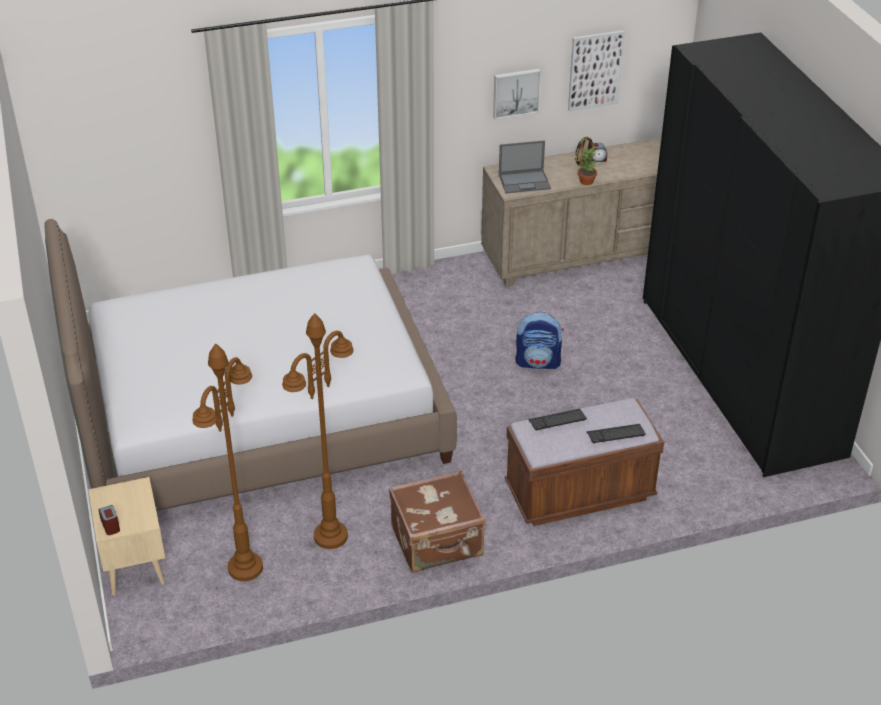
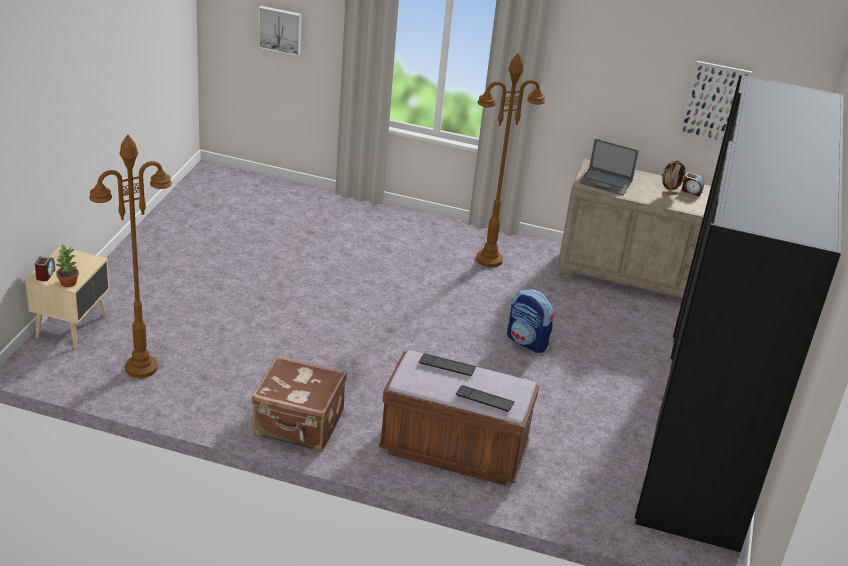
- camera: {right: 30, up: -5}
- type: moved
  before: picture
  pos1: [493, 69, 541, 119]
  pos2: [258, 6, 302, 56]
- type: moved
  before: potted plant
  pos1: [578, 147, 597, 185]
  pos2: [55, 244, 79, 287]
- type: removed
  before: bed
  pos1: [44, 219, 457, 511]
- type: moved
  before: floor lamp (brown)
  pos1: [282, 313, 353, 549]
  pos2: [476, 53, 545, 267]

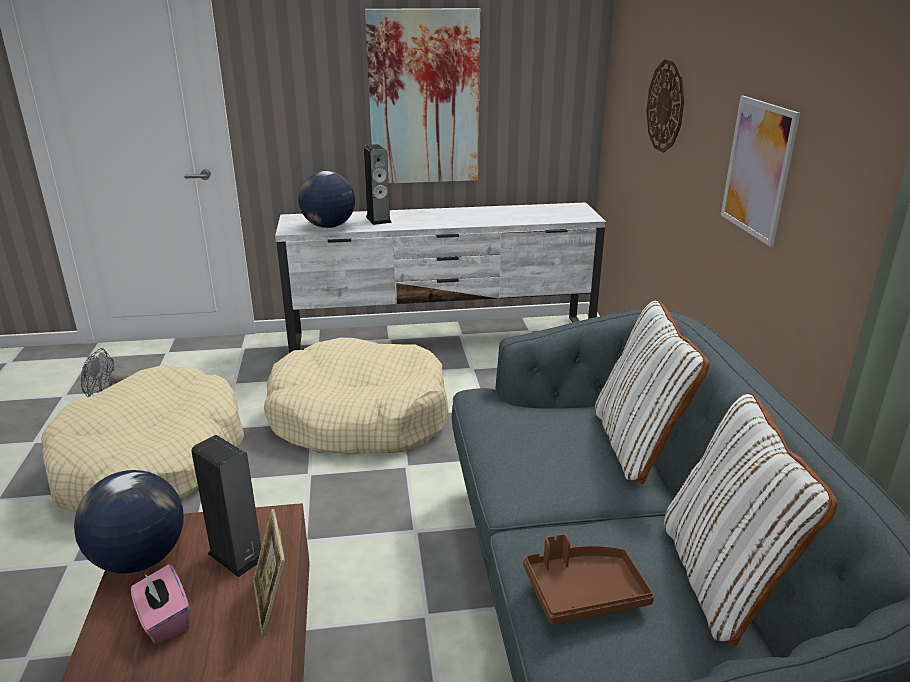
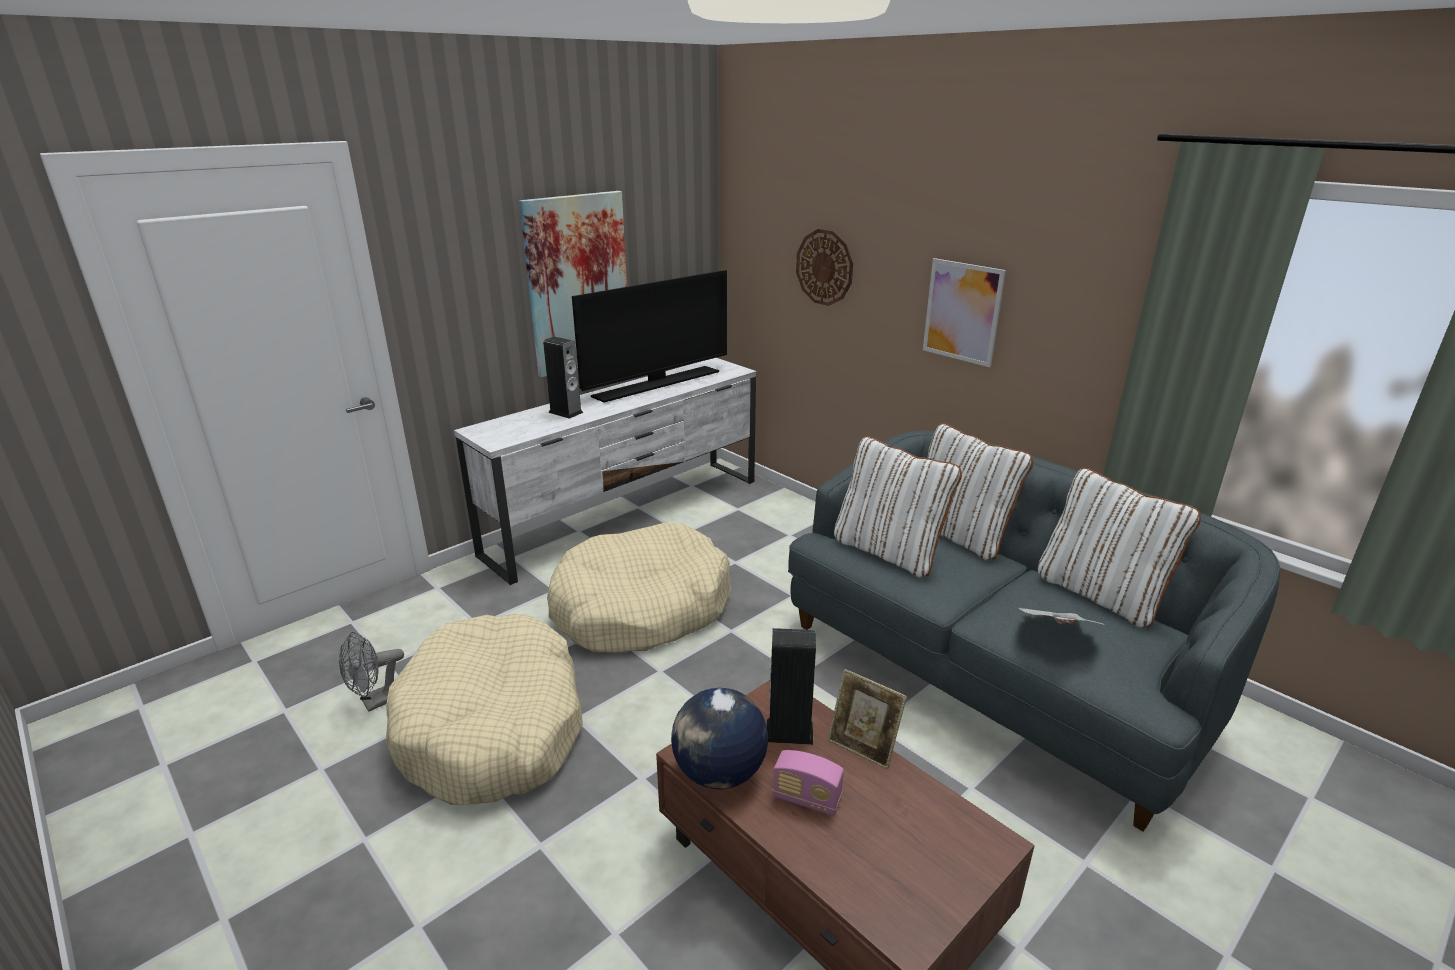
- camera: {right: -35, up: 0}
- type: removed
  before: globe
  pos1: [298, 171, 355, 228]
- type: replaced
  before: tray (brown)
  after: newspaper
  pos1: [523, 533, 654, 625]
  pos2: [1019, 608, 1108, 626]
- type: replaced
  before: tissue box (pink)
  after: radio
  pos1: [131, 564, 190, 643]
  pos2: [772, 750, 844, 816]
- type: added
  after: television
  pos2: [572, 270, 727, 403]
- type: added
  after: pillow (white)
  pos2: [834, 436, 962, 577]

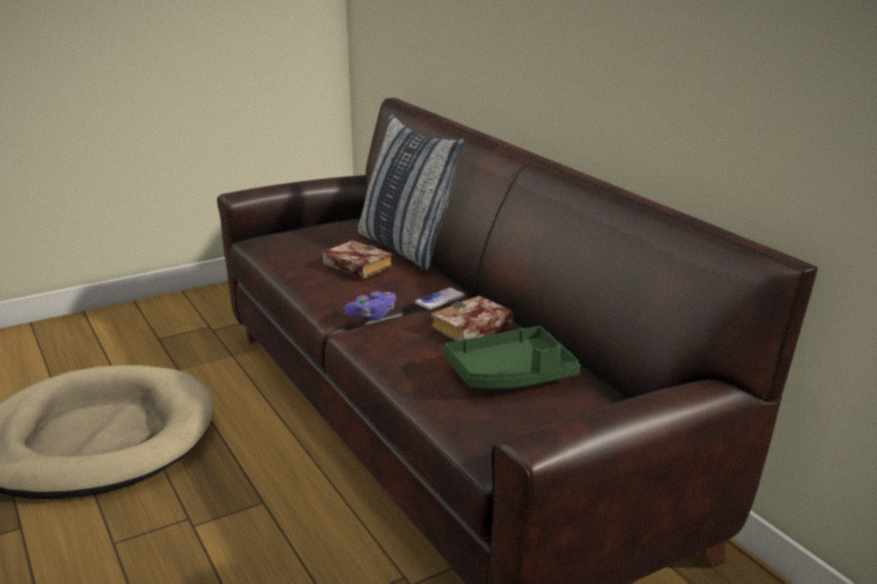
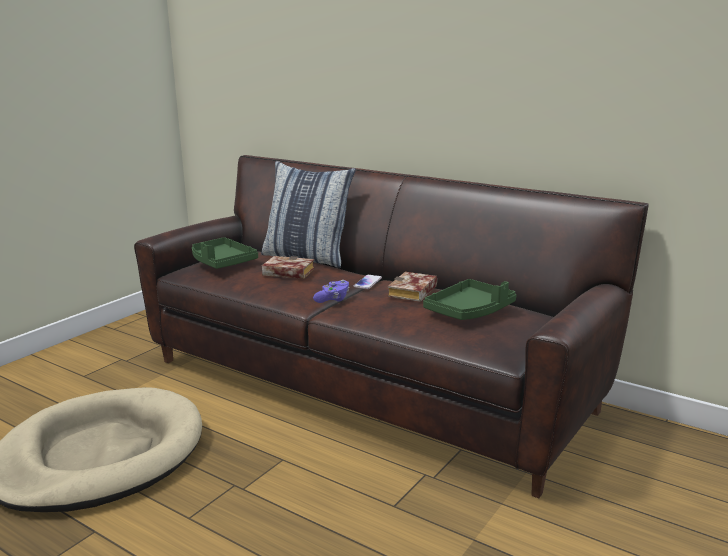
- camera: {right: -25, up: -5}
- type: added
  after: tray (green)
  pos2: [192, 237, 258, 269]

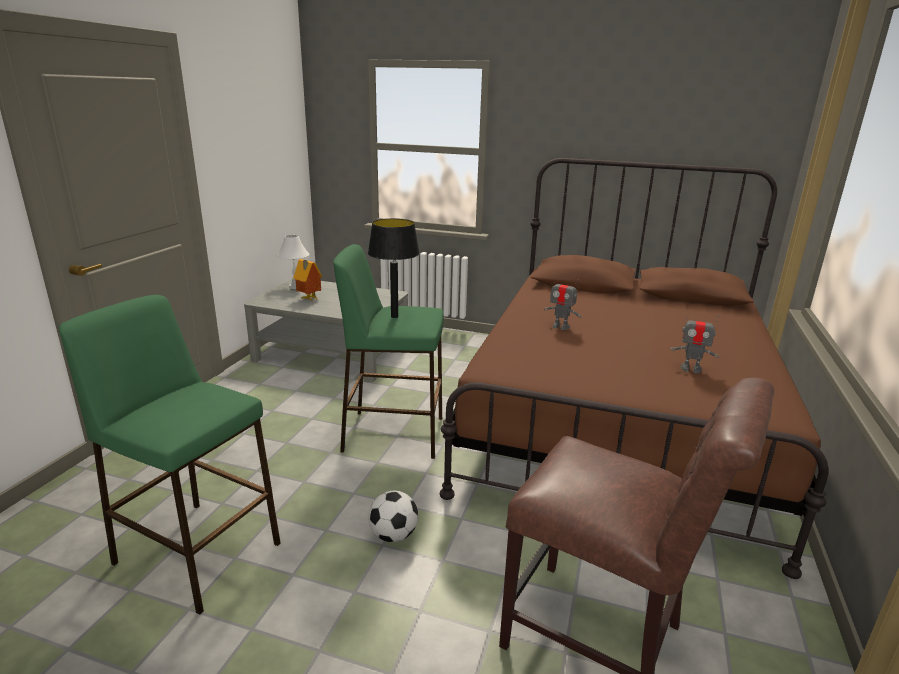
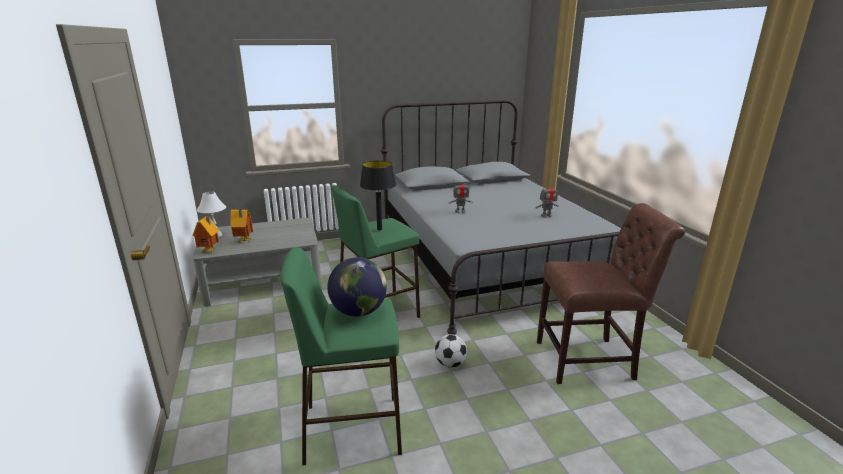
- camera: {right: -35, up: 0}
- type: recoloured
  before: bed (brown)
  after: bed (grey)
  pos1: [440, 158, 828, 579]
  pos2: [381, 100, 621, 335]
- type: added
  after: toy house
  pos2: [192, 216, 219, 253]
- type: added
  after: globe
  pos2: [327, 257, 387, 317]

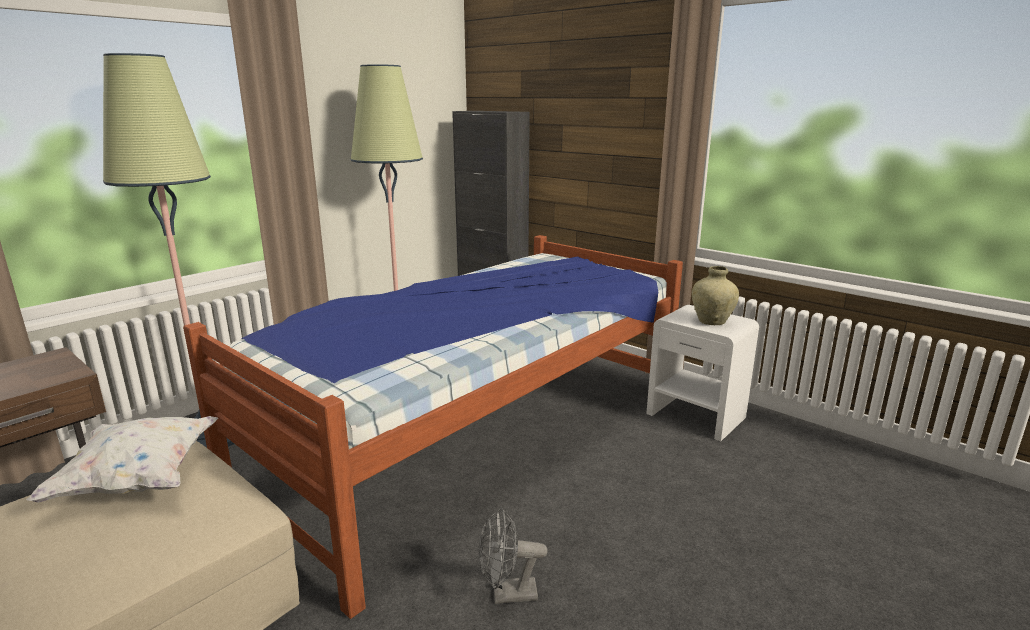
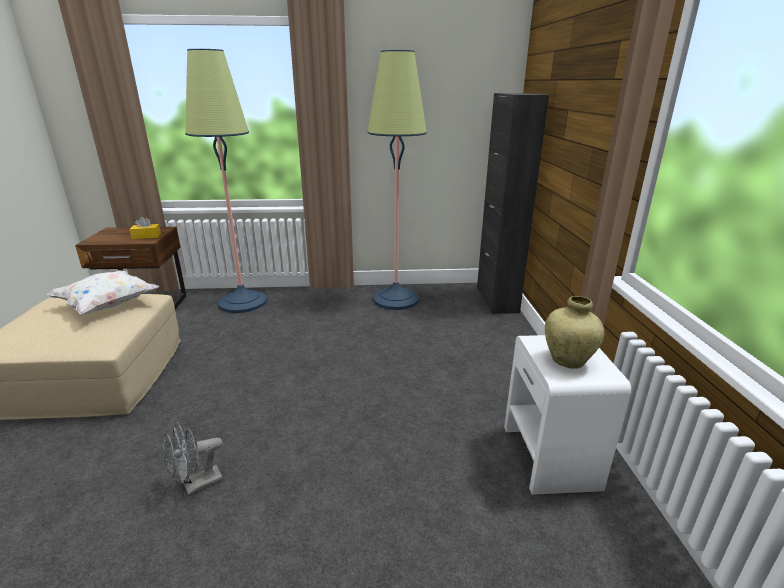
- camera: {right: 45, up: 5}
- type: removed
  before: bed
  pos1: [183, 235, 683, 619]
- type: turned
  before: fan (grey)
  pos1: [479, 508, 548, 604]
  pos2: [163, 422, 223, 496]
  turn: -75
- type: added
  after: tissue box (yellow)
  pos2: [129, 217, 161, 239]

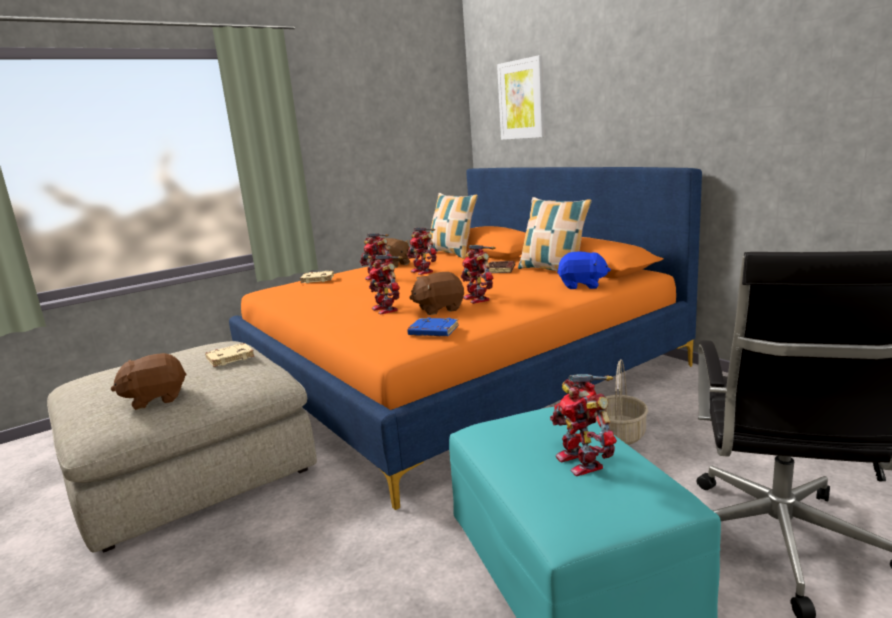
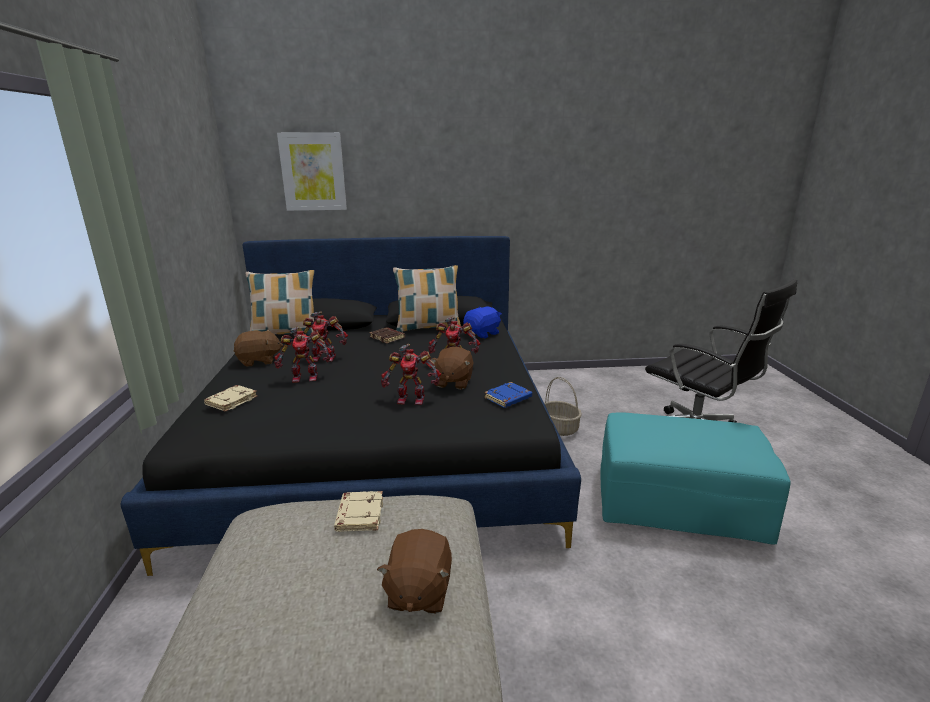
- camera: {right: -60, up: 5}
- type: recoloured
  before: bed (orange)
  after: bed (black)
  pos1: [229, 167, 702, 510]
  pos2: [121, 236, 581, 576]
- type: removed
  before: toy robot
  pos1: [550, 374, 617, 476]

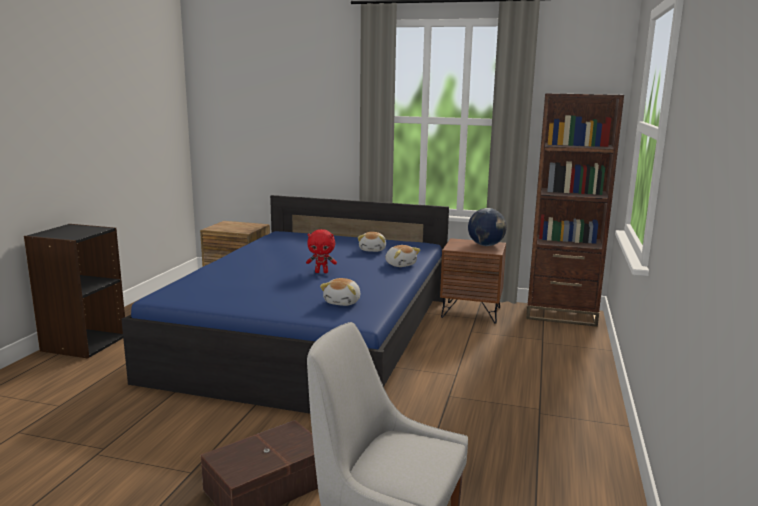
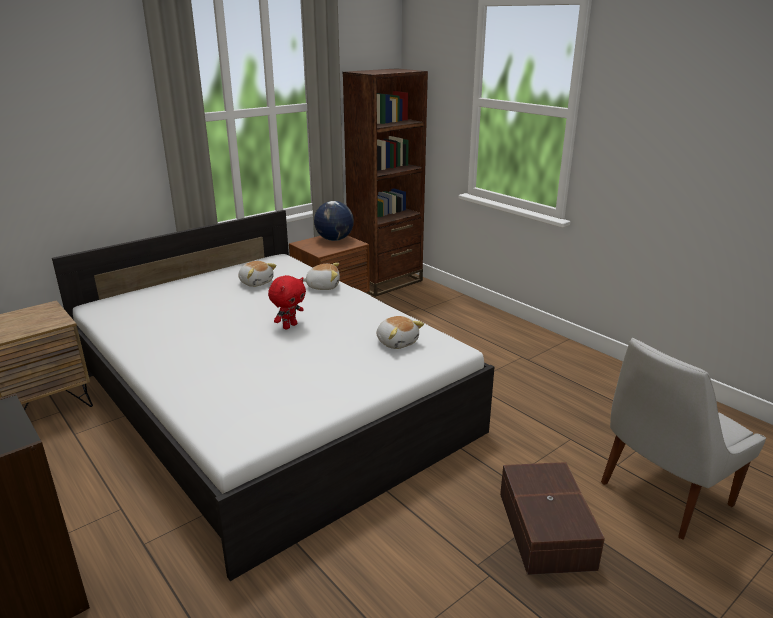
- camera: {right: -55, up: 10}
- type: recoloured
  before: bed (blue)
  after: bed (white)
  pos1: [121, 195, 449, 414]
  pos2: [52, 210, 494, 581]

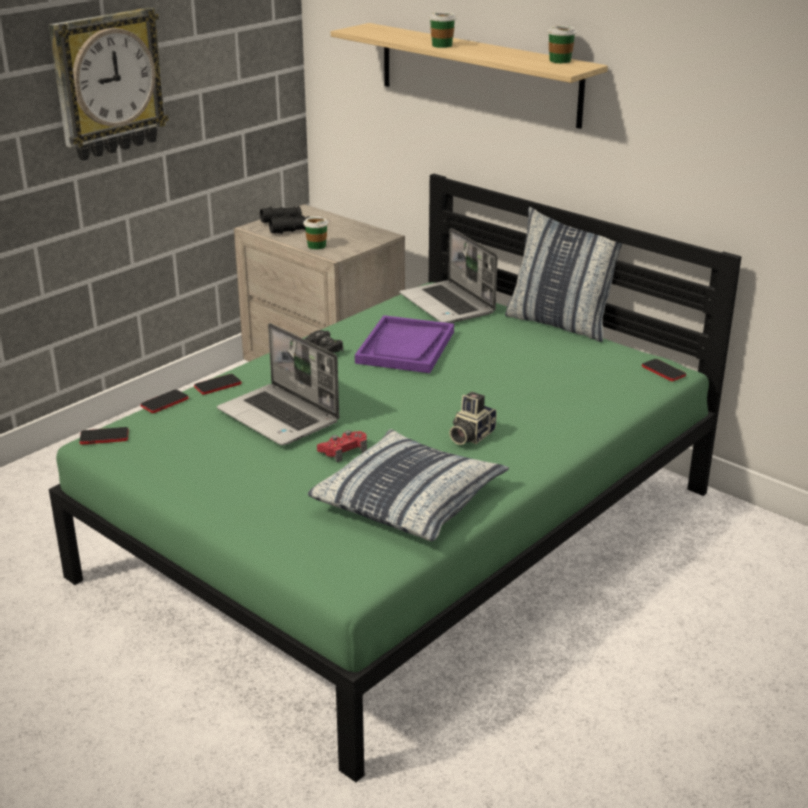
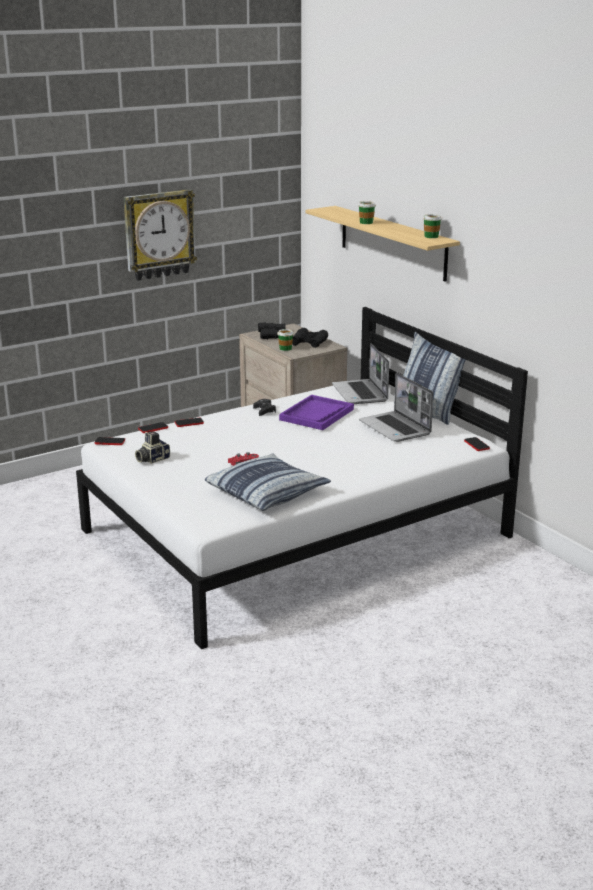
- camera: {right: 15, up: -5}
- type: recoloured
  before: bed (green)
  after: bed (white)
  pos1: [49, 174, 742, 782]
  pos2: [76, 307, 528, 649]
- type: moved
  before: laptop
  pos1: [217, 323, 339, 445]
  pos2: [359, 373, 433, 442]
- type: moved
  before: photo camera
  pos1: [449, 392, 497, 445]
  pos2: [135, 431, 170, 464]
- type: added
  after: binoculars (black)
  pos2: [292, 328, 328, 348]

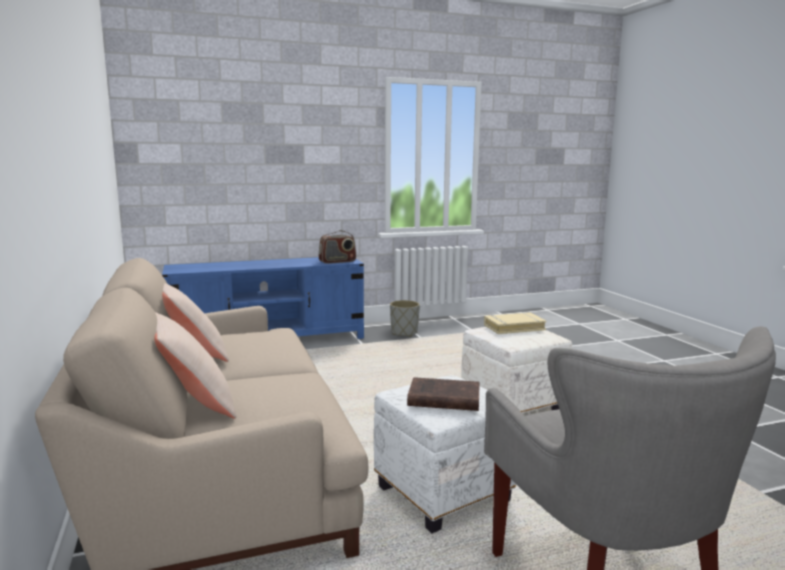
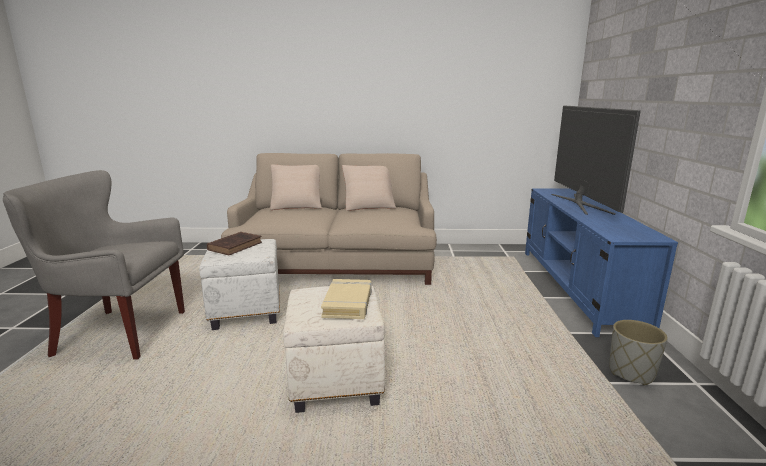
- camera: {right: 110, up: 5}
- type: removed
  before: radio
  pos1: [319, 230, 356, 264]
- type: added
  after: television
  pos2: [551, 105, 641, 215]

